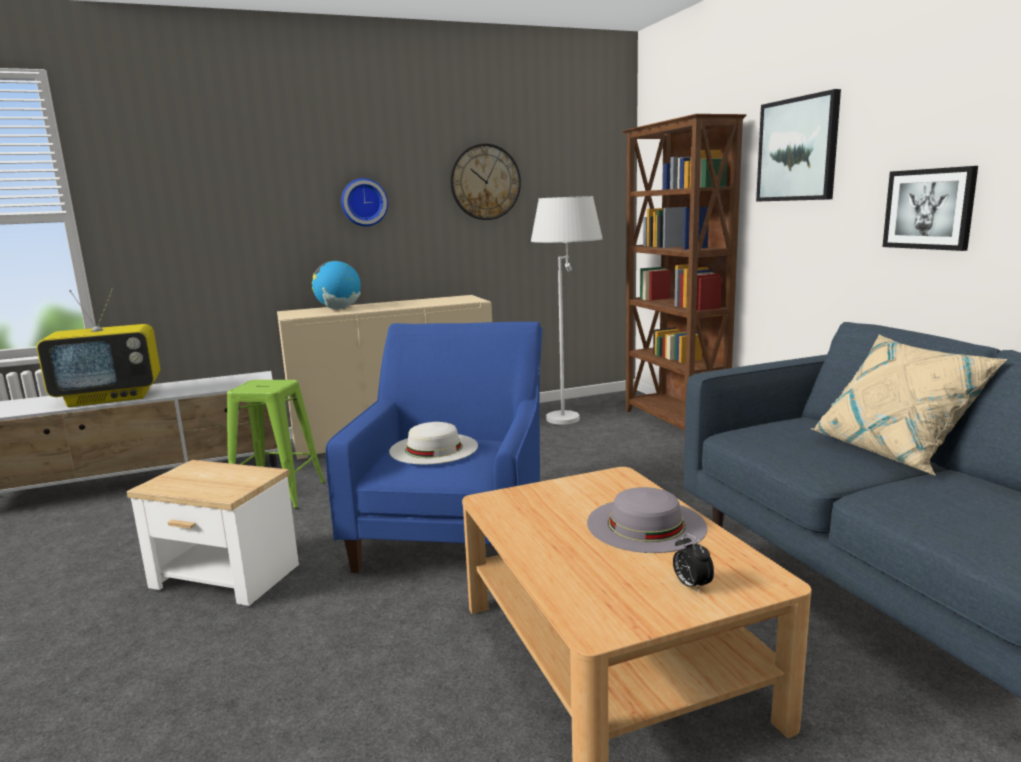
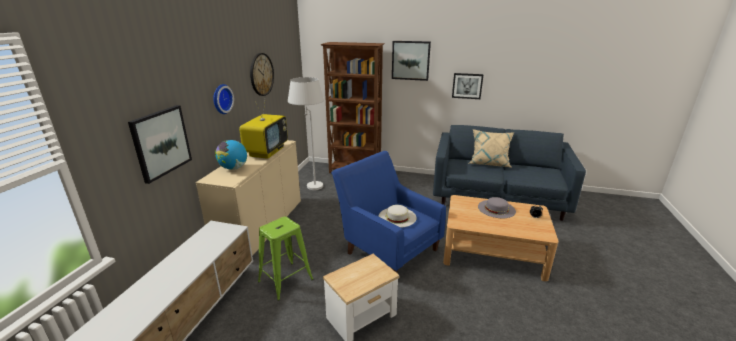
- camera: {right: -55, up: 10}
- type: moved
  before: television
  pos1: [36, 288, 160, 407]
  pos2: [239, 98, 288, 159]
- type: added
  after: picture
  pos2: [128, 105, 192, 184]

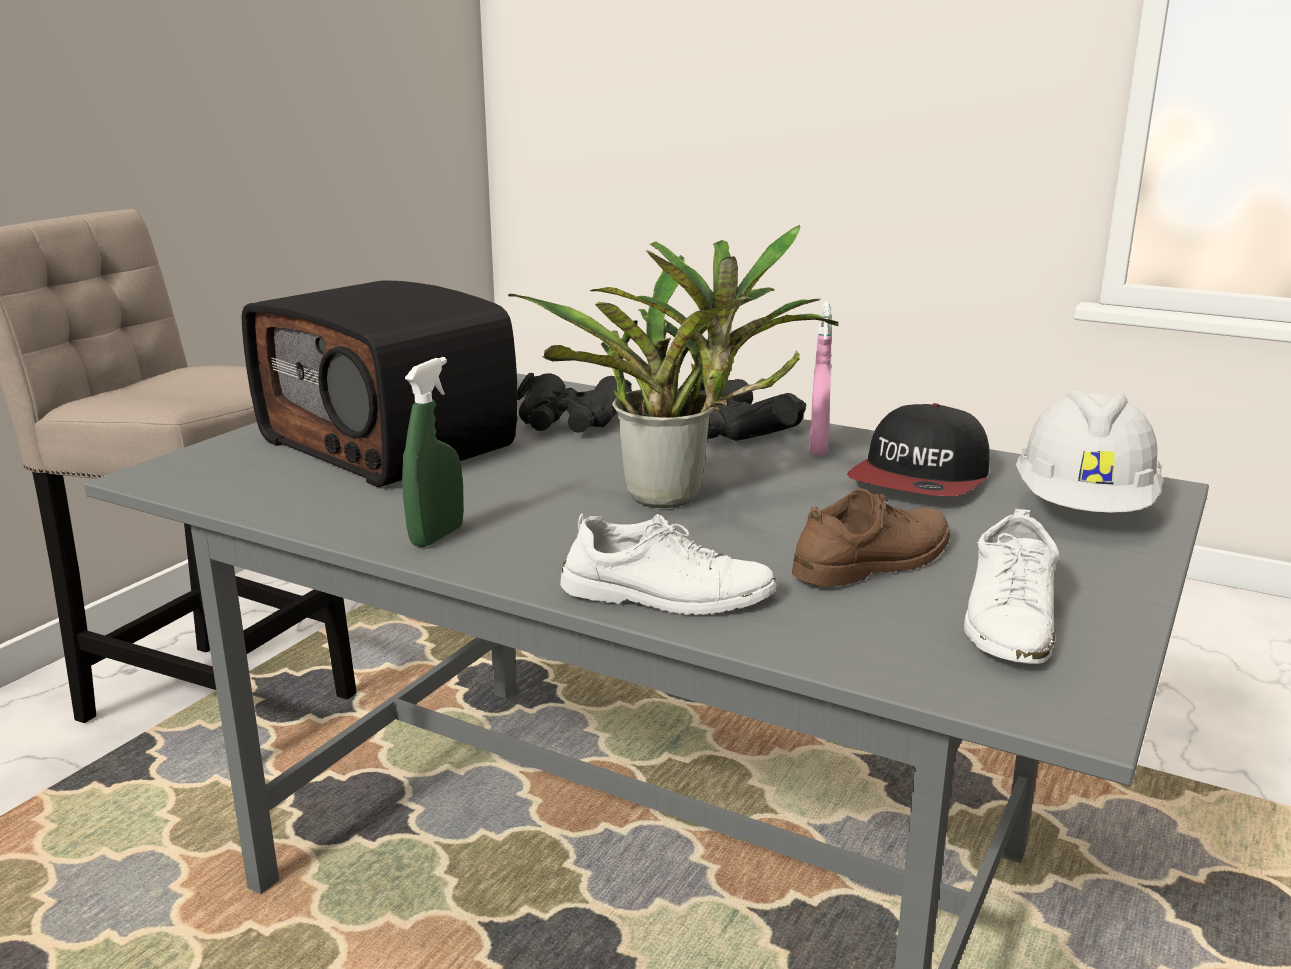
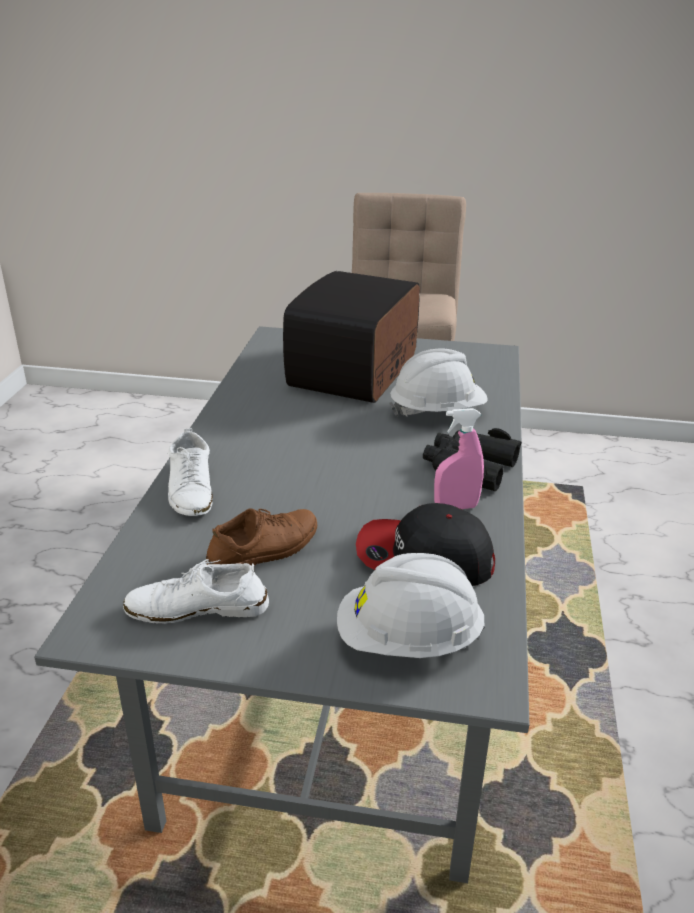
- camera: {right: 70, up: 10}
- type: removed
  before: potted plant
  pos1: [508, 225, 839, 508]
- type: removed
  before: spray bottle (green)
  pos1: [402, 357, 464, 547]
- type: replaced
  before: binoculars (black)
  after: hard hat (white)
  pos1: [517, 373, 632, 433]
  pos2: [389, 349, 488, 417]
- type: turned
  before: shoe (brown)
  pos1: [792, 488, 950, 587]
  pos2: [206, 508, 317, 566]
  turn: -75

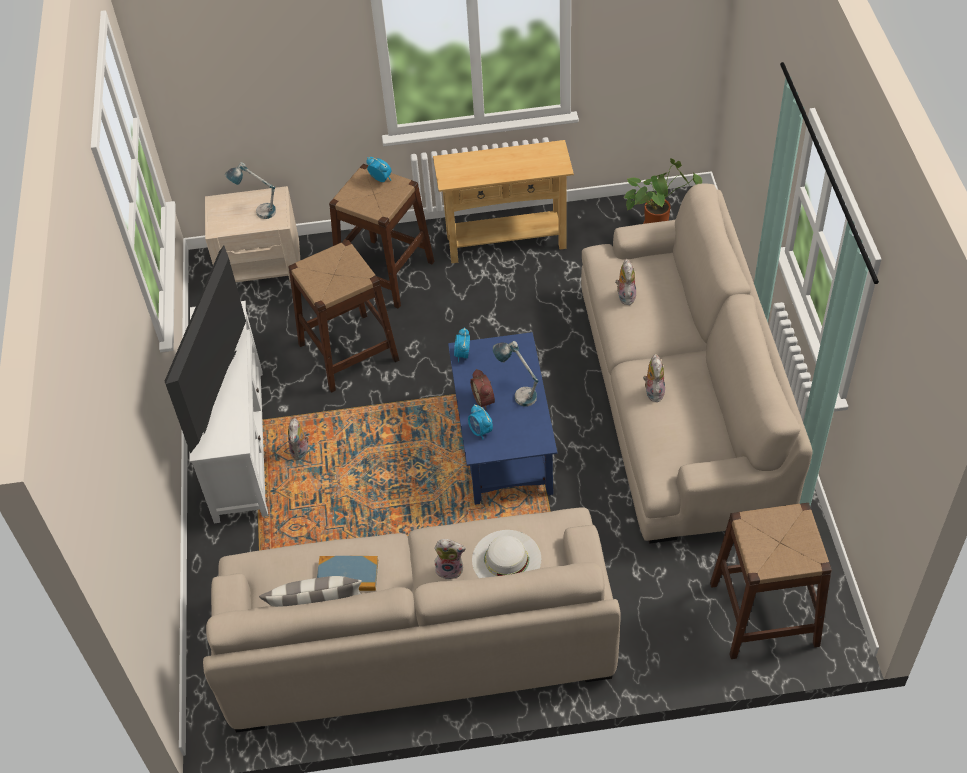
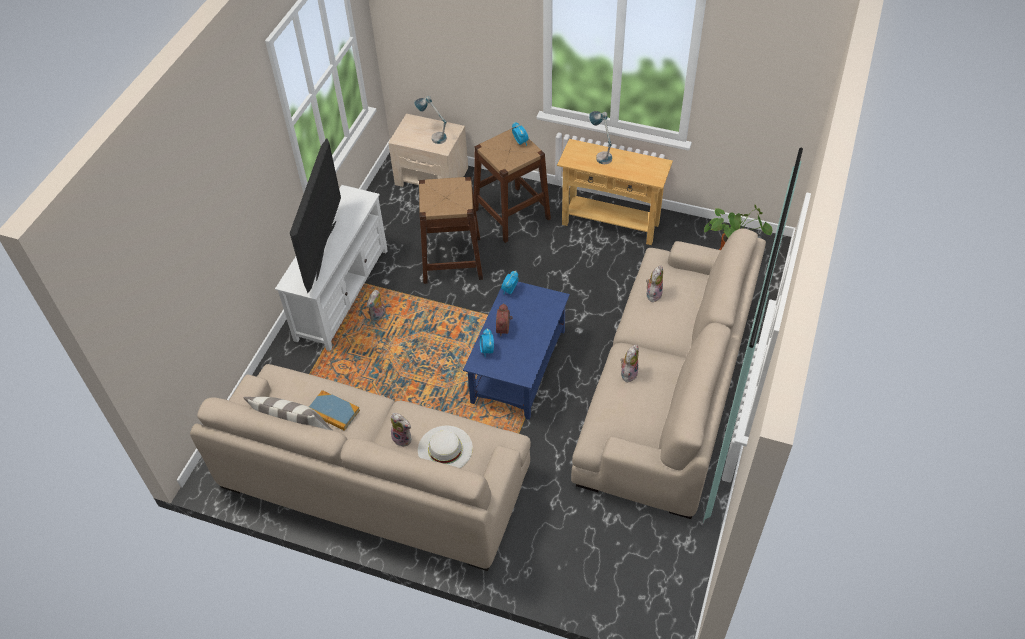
- camera: {right: 25, up: 0}
- type: turned
  before: television
  pos1: [165, 246, 246, 454]
  pos2: [290, 138, 341, 293]
  turn: 150
- type: moved
  before: table lamp
  pos1: [493, 341, 539, 406]
  pos2: [589, 111, 612, 164]
- type: removed
  before: stool (brown)
  pos1: [710, 503, 832, 659]

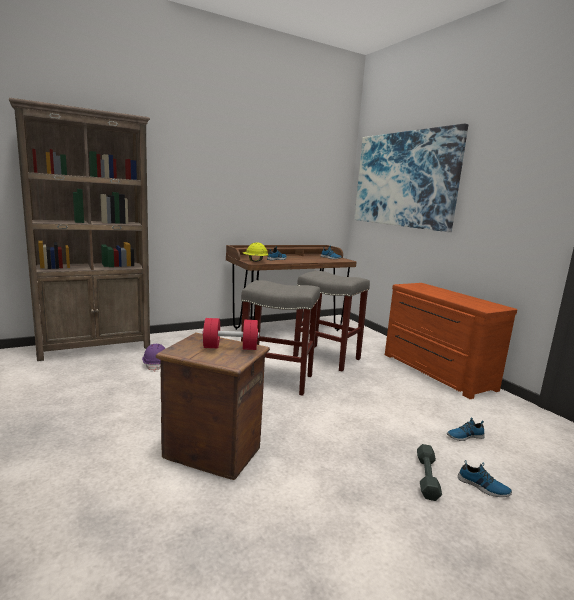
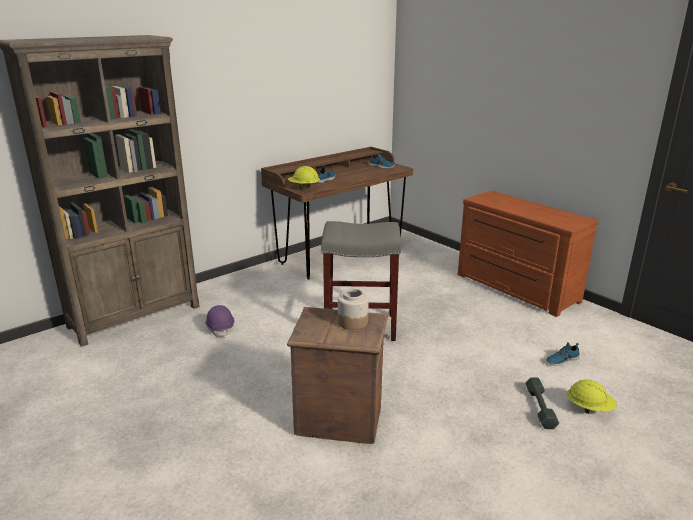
- camera: {right: -10, up: 10}
- type: removed
  before: picture
  pos1: [355, 124, 468, 232]
- type: removed
  before: stool (grey)
  pos1: [293, 271, 370, 372]
- type: replaced
  before: dumbbell (red)
  after: jar
  pos1: [203, 318, 260, 350]
  pos2: [338, 289, 369, 330]
- type: replaced
  before: shoe
  after: hard hat (yellow)
  pos1: [458, 460, 512, 497]
  pos2: [567, 379, 617, 414]

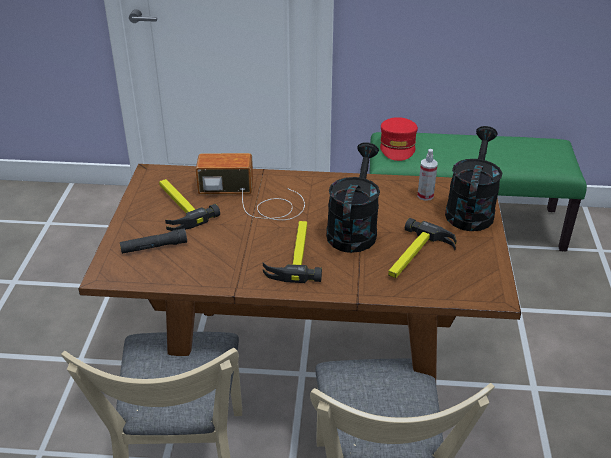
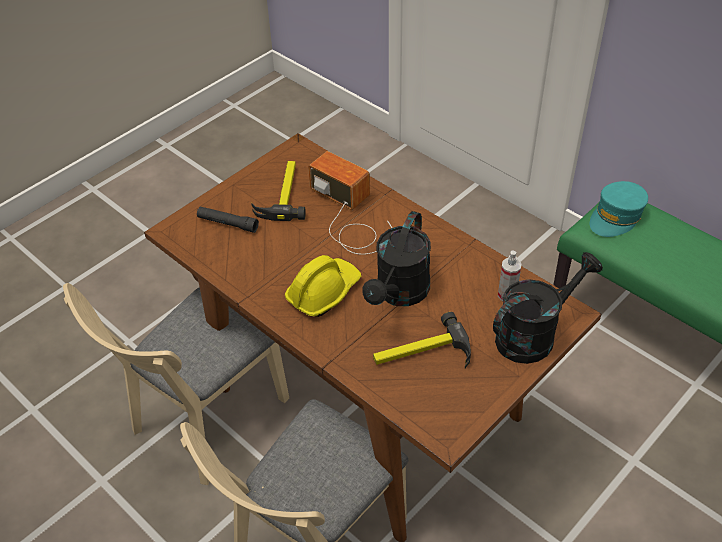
- camera: {right: 40, up: 10}
- type: recoloured
  before: cap (red)
  after: cap (turquoise)
  pos1: [380, 117, 418, 161]
  pos2: [590, 181, 648, 237]
- type: turned
  before: watering can (black)
  pos1: [326, 142, 380, 253]
  pos2: [362, 211, 431, 306]
  turn: 150
- type: replaced
  before: hammer
  after: hard hat (yellow)
  pos1: [263, 221, 322, 283]
  pos2: [285, 255, 361, 317]

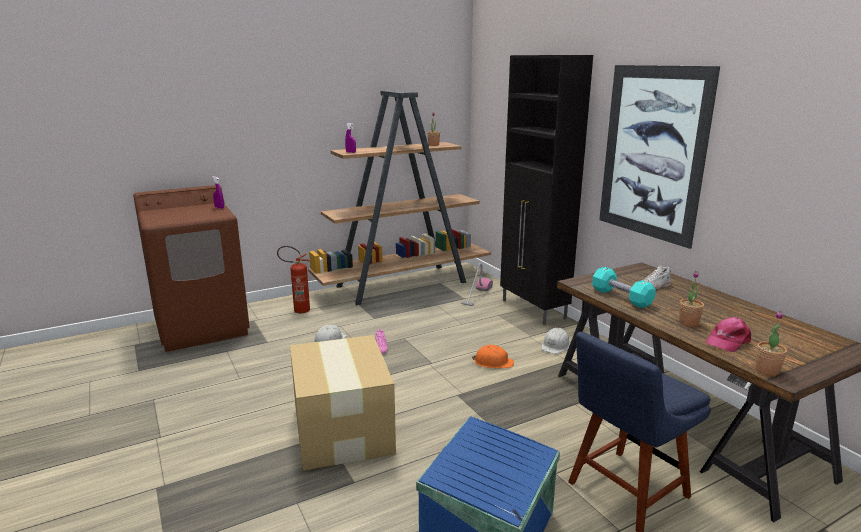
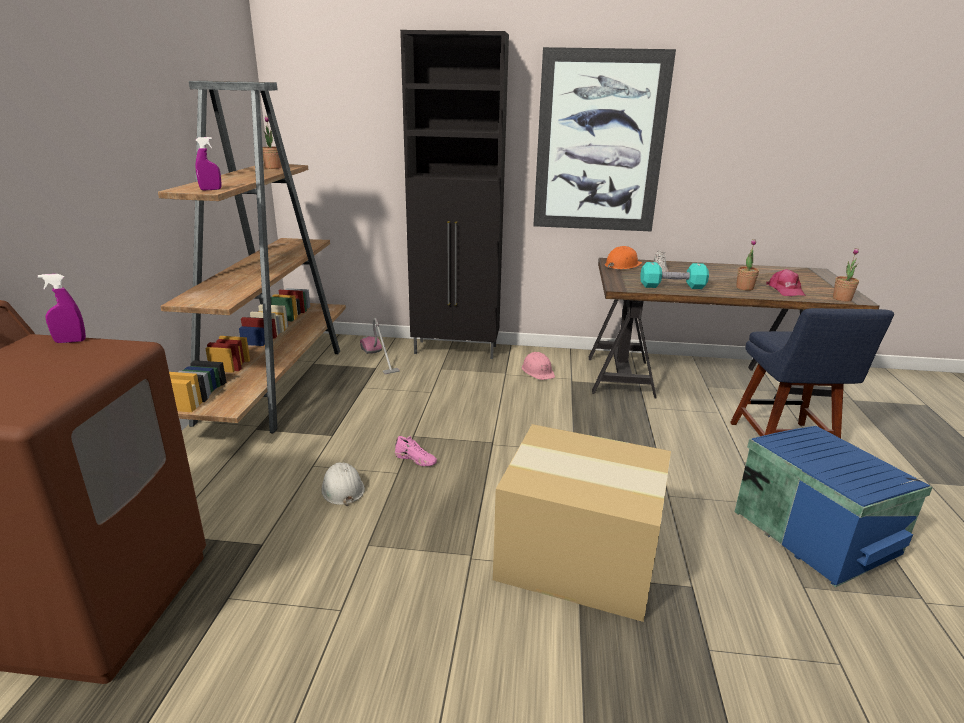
- camera: {right: -55, up: 5}
- type: removed
  before: fire extinguisher
  pos1: [277, 246, 310, 313]
- type: recoloured
  before: hard hat (white)
  after: hard hat (pink)
  pos1: [541, 328, 570, 354]
  pos2: [521, 352, 555, 380]
- type: moved
  before: hard hat (orange)
  pos1: [472, 345, 514, 368]
  pos2: [605, 246, 642, 269]

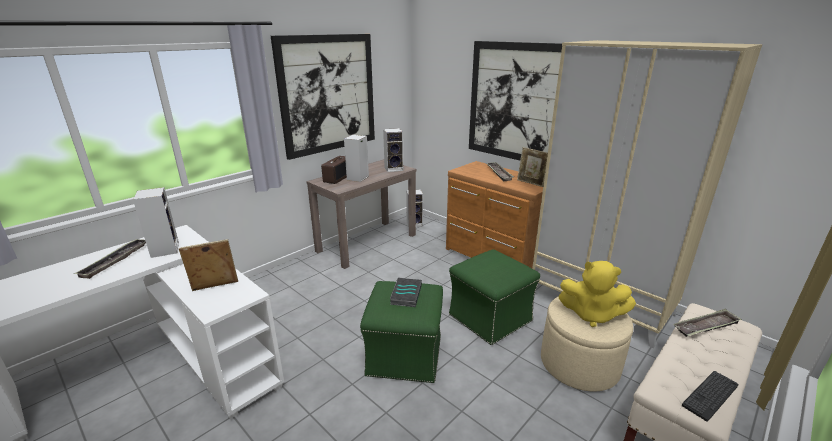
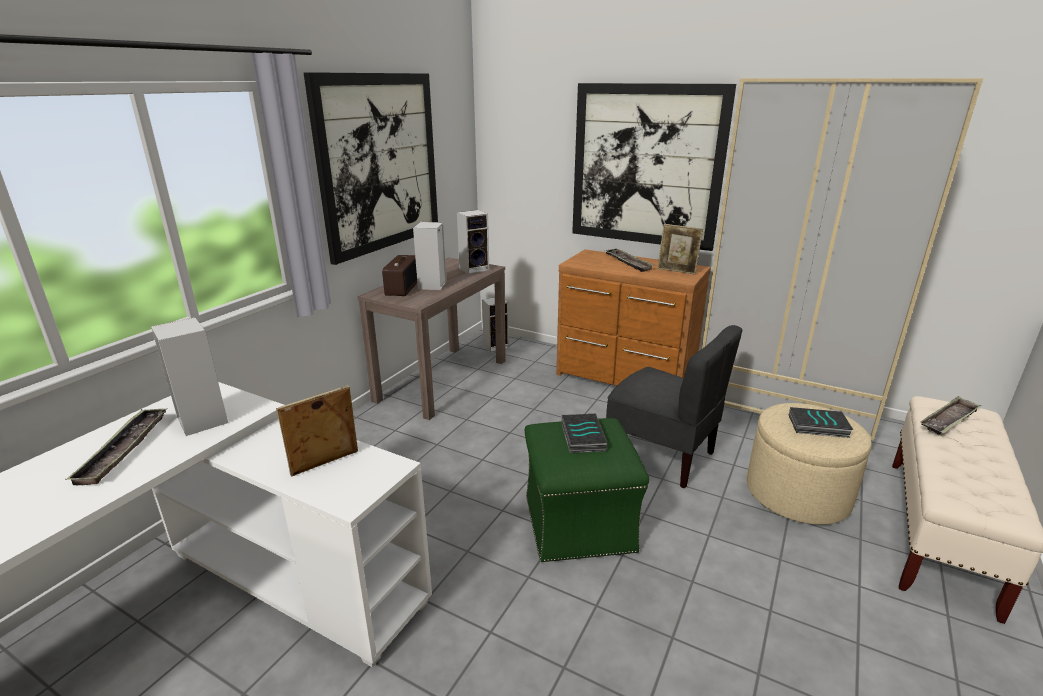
- camera: {right: -15, up: 0}
- type: replaced
  before: ottoman (green)
  after: chair (grey)
  pos1: [449, 249, 540, 345]
  pos2: [606, 325, 742, 488]
- type: replaced
  before: plush toy (yellow)
  after: book
  pos1: [558, 261, 636, 327]
  pos2: [789, 407, 853, 438]
- type: removed
  before: keyboard
  pos1: [682, 371, 739, 422]

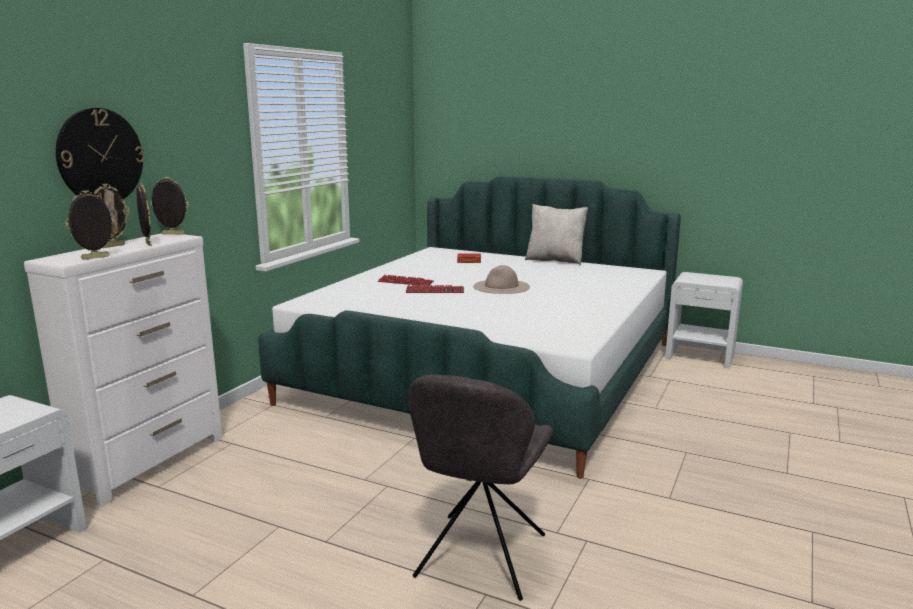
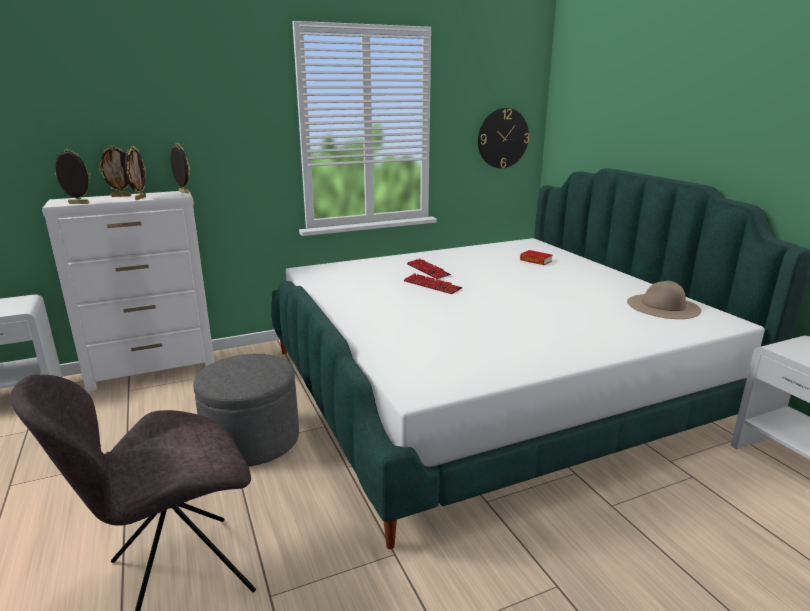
- camera: {right: 40, up: 5}
- type: moved
  before: wall clock
  pos1: [56, 108, 145, 199]
  pos2: [478, 108, 529, 168]
- type: removed
  before: pillow (beige)
  pos1: [525, 204, 588, 265]
- type: moved
  before: hat (beige)
  pos1: [473, 265, 530, 294]
  pos2: [627, 281, 701, 319]
- type: added
  after: ottoman (grey)
  pos2: [193, 354, 299, 466]

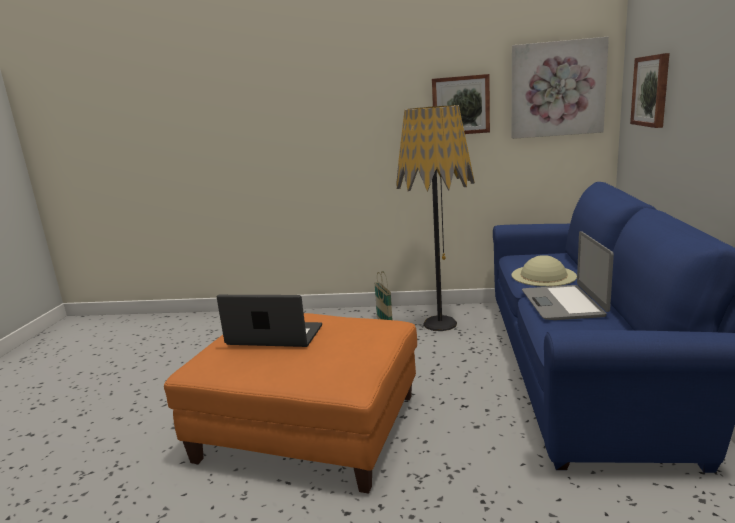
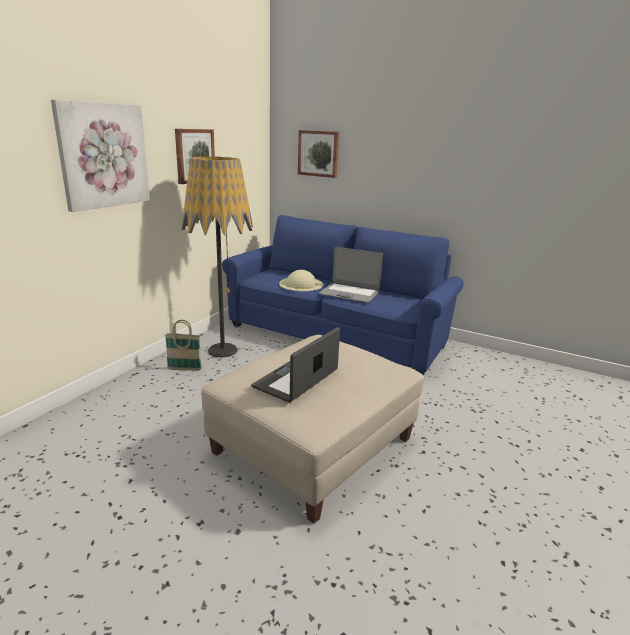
- camera: {right: -70, up: 5}
- type: moved
  before: picture
  pos1: [512, 37, 609, 139]
  pos2: [51, 100, 150, 212]
- type: recoloured
  before: ottoman (orange)
  after: ottoman (beige)
  pos1: [164, 313, 417, 494]
  pos2: [202, 335, 424, 524]

